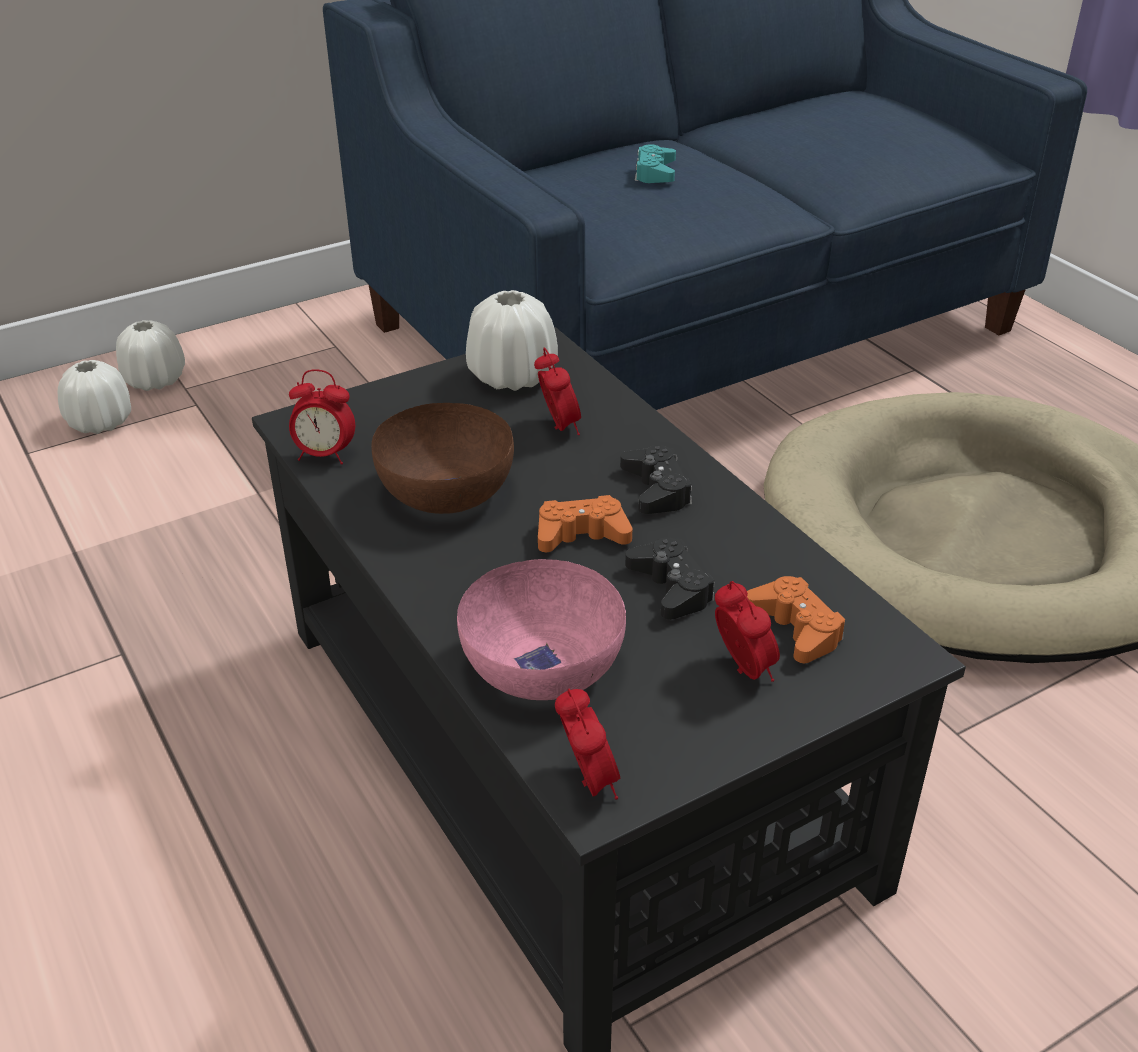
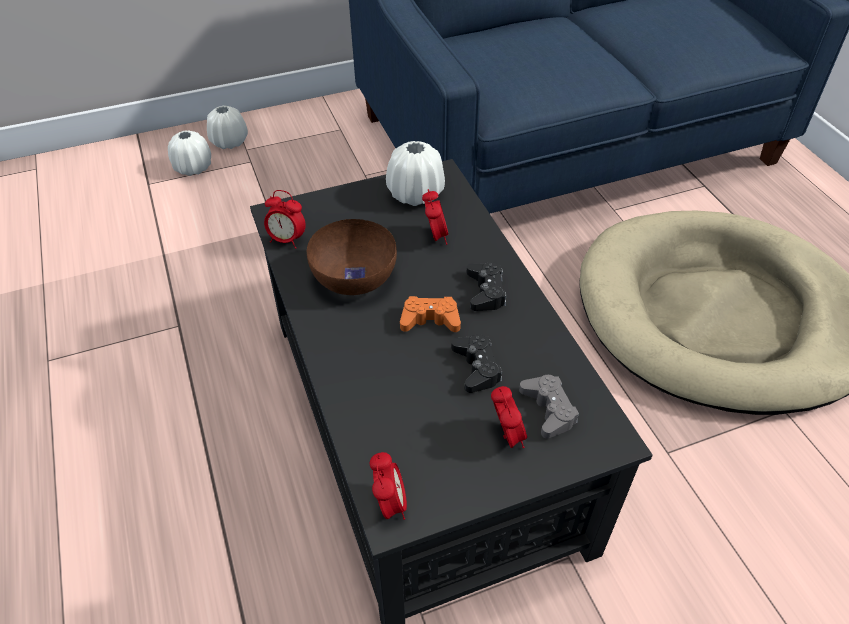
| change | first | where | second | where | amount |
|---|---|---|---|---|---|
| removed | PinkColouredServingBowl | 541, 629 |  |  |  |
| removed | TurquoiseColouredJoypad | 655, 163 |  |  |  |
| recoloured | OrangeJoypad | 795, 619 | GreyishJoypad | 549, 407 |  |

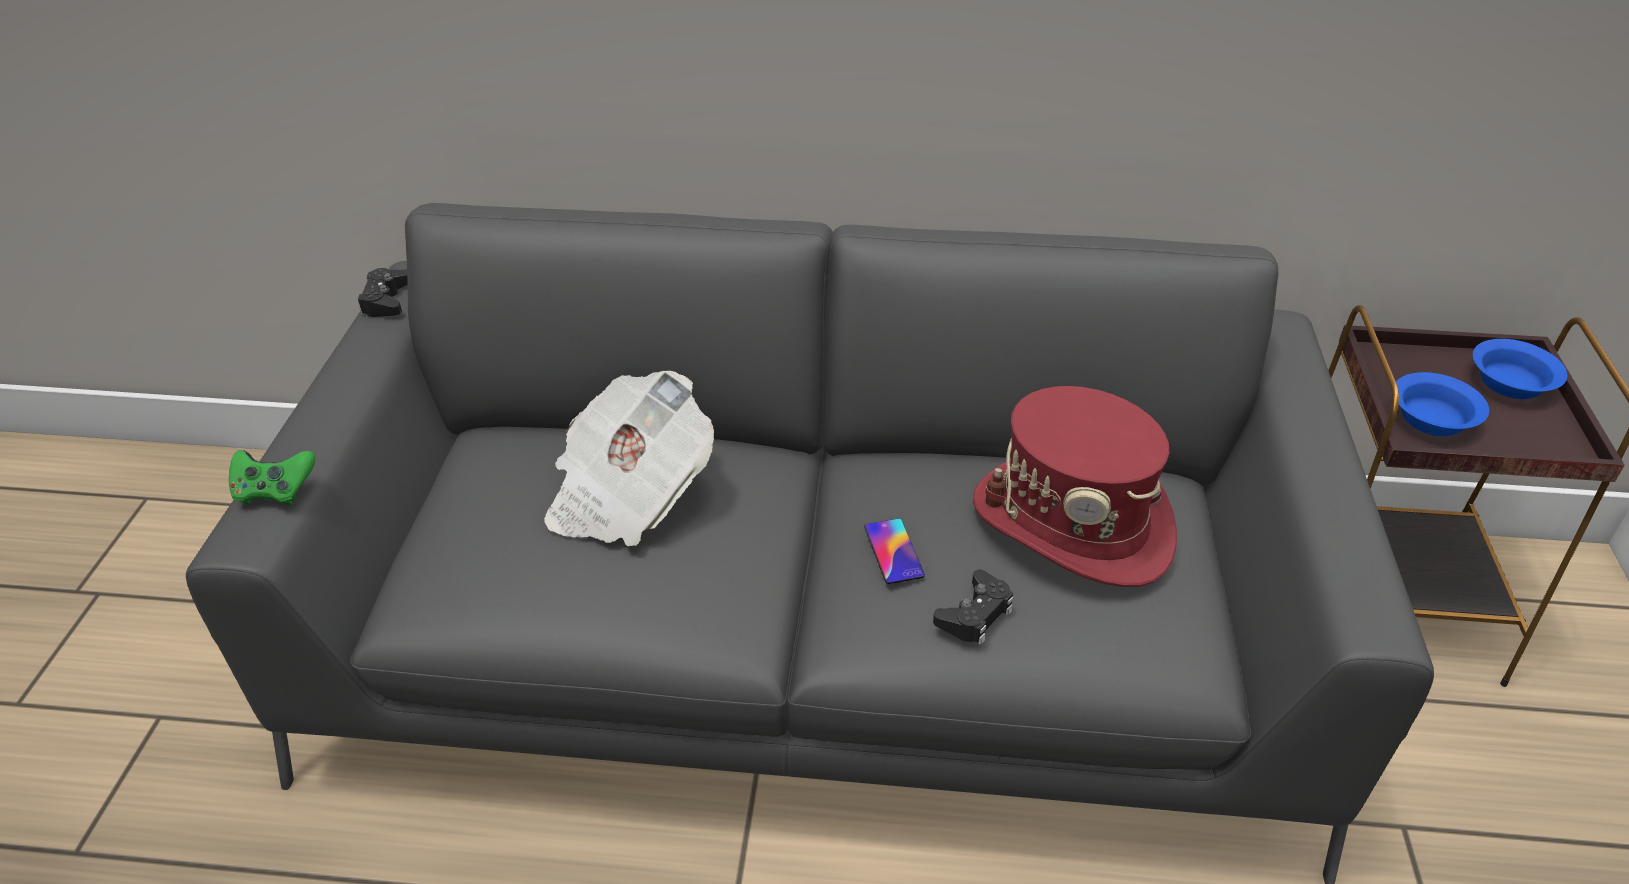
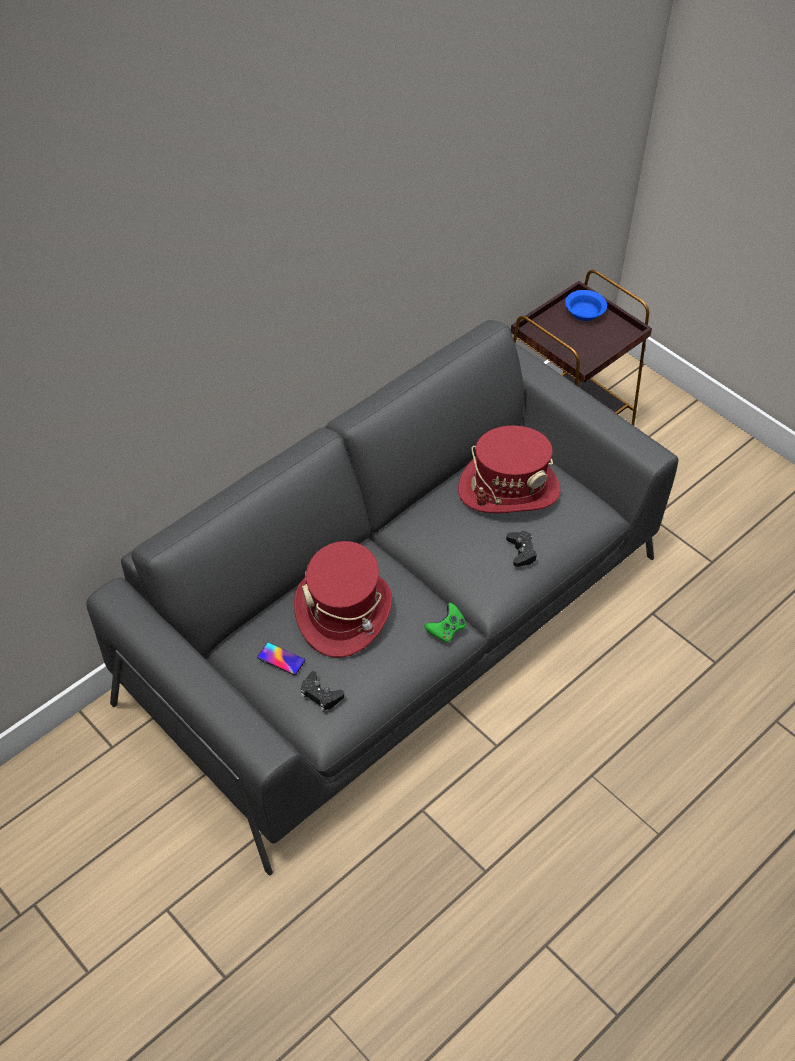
| change | first | where | second | where | amount |
|---|---|---|---|---|---|
| removed | BlueServingBowl | 1442, 404 |  |  |  |
| moved | GreenColouredJoypad | 272, 477 |  | 445, 622 |  |
| moved | BlackishJoypad | 383, 292 |  | 322, 691 |  |
| moved | Phone | 894, 551 |  | 281, 659 |  |
| replaced | DailyPaper | 629, 458 | RedColouredWearableHat | 343, 599 |  |

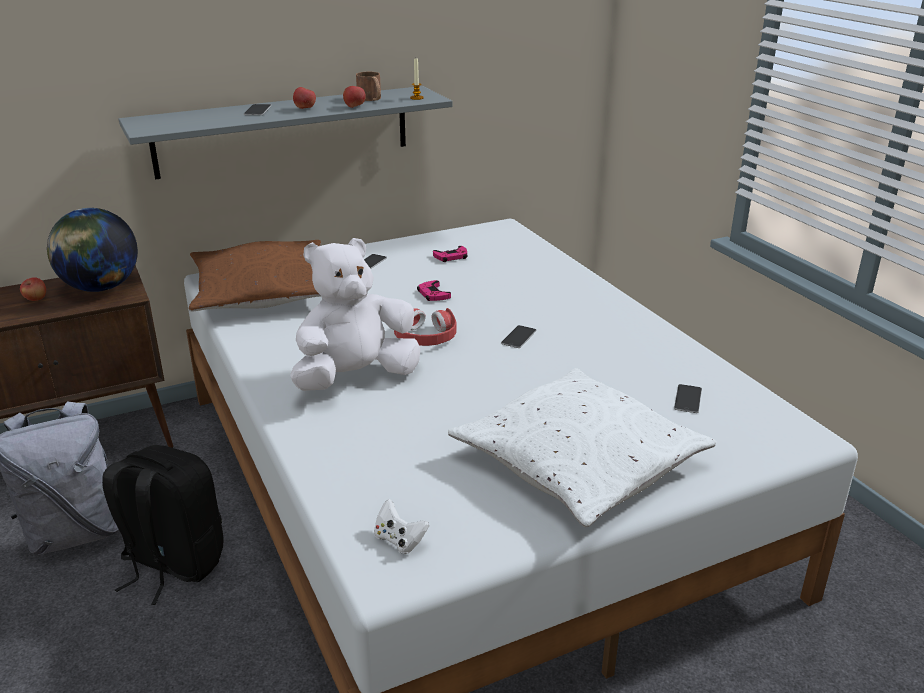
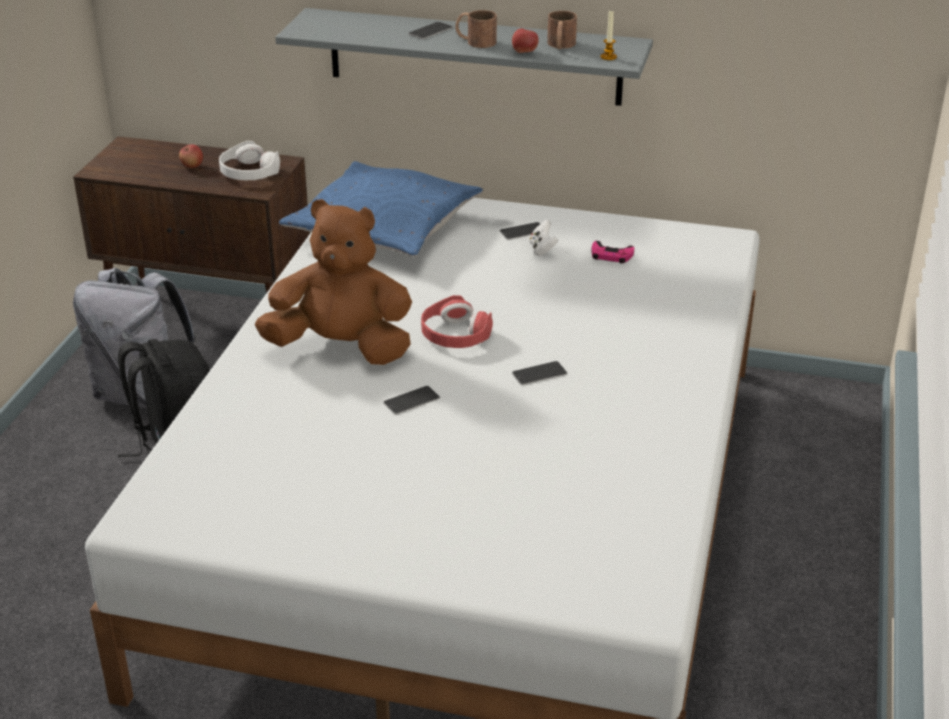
| change | first | where | second | where | amount |
|---|---|---|---|---|---|
| removed | PinkColouredJoypad | 434, 290 |  |  |  |
| removed | WhitishCushion | 582, 447 |  |  |  |
| moved | WhitishJoypad | 401, 526 |  | 543, 238 |  |
| moved | Phone | 688, 398 |  | 411, 400 |  |
| replaced | Globe | 92, 250 | WhitishHeadset | 249, 160 |  |
| replaced | WholeApple | 304, 98 | BrownishMug | 476, 29 |  |
| recoloured | BrownishCushion | 255, 276 | BlueCushion | 381, 209 |  |
| recoloured | WhitishSoftToy | 355, 314 | BrownishSoftToy | 333, 282 |  |

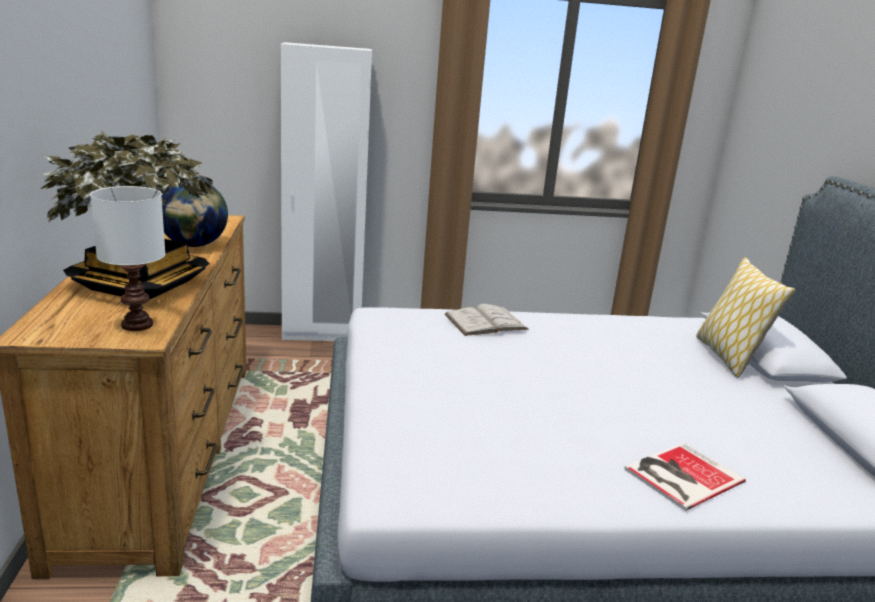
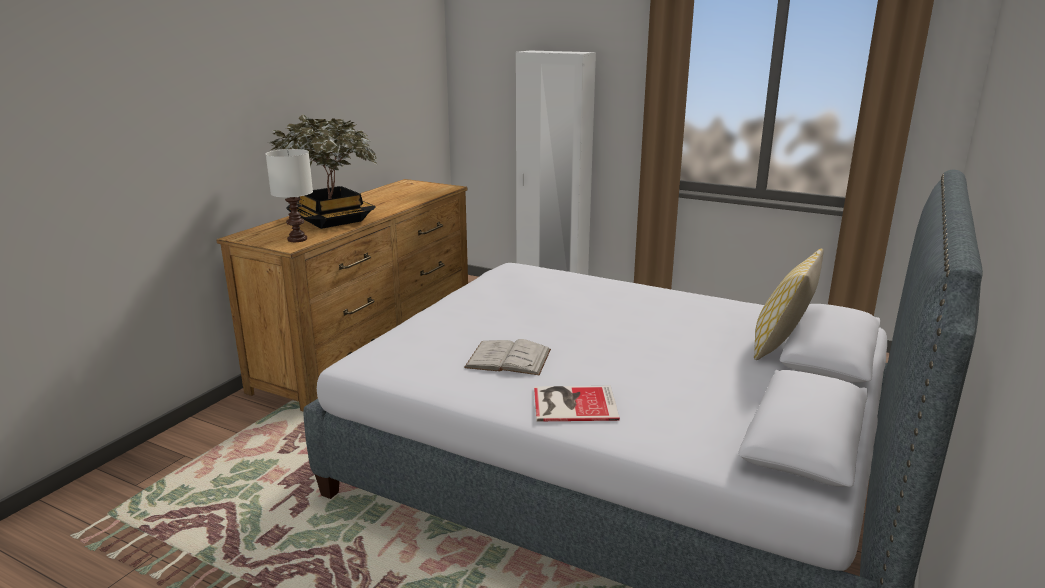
| change | first | where | second | where | amount |
|---|---|---|---|---|---|
| removed | Globe | 195, 216 |  |  |  |
| moved | WhitishBook | 487, 320 |  | 507, 357 |  |

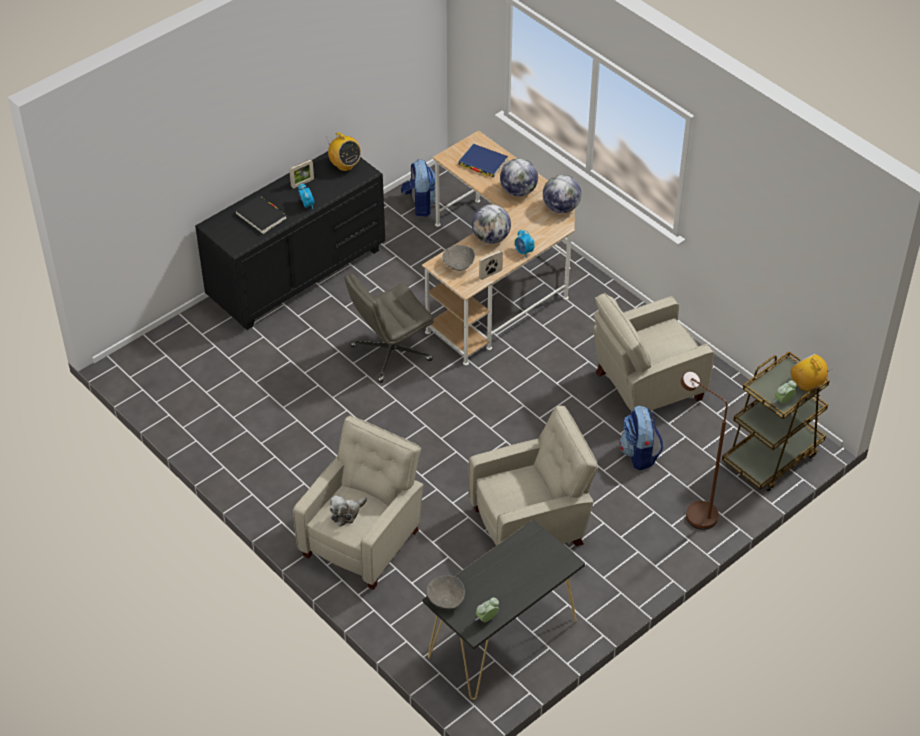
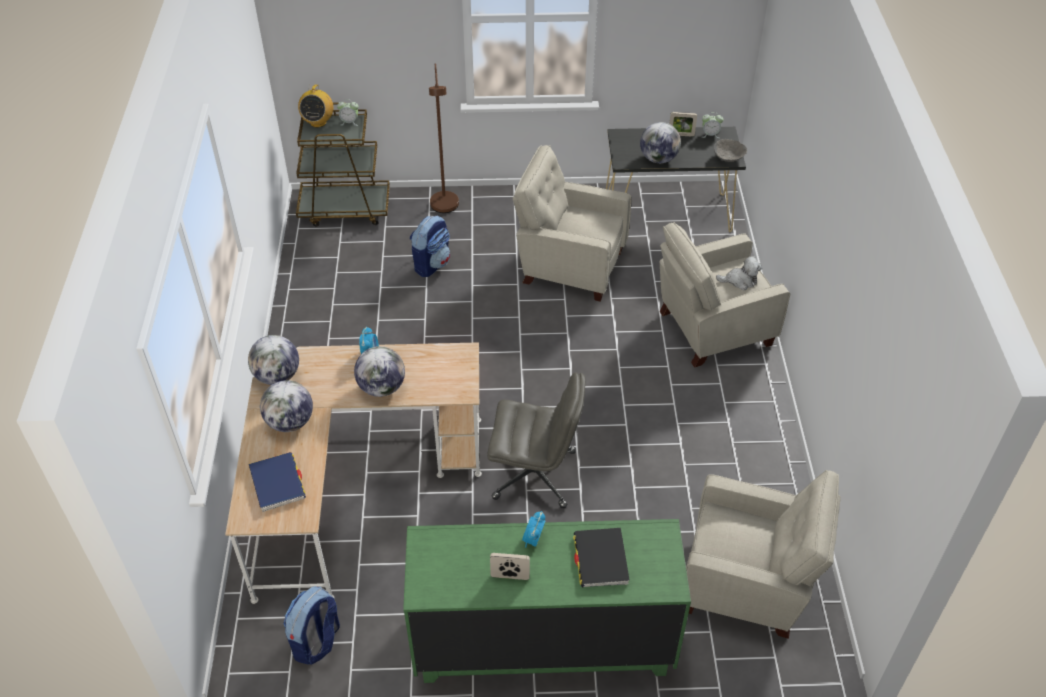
| change | first | where | second | where | amount |
|---|---|---|---|---|---|
| removed | RadioReceiver | 344, 151 |  |  |  |
| removed | GreyishServingBowl | 458, 258 |  |  |  |
| added |  |  | Globe | 660, 142 |  |
| moved | StandingFrame | 491, 265 |  | 683, 124 |  |
| moved | BeigeColouredEasyChair | 653, 352 |  | 763, 554 |  |
| recoloured | BlackishChestOfDrawers | 290, 240 | GreenColouredChestOfDrawers | 547, 601 |  |

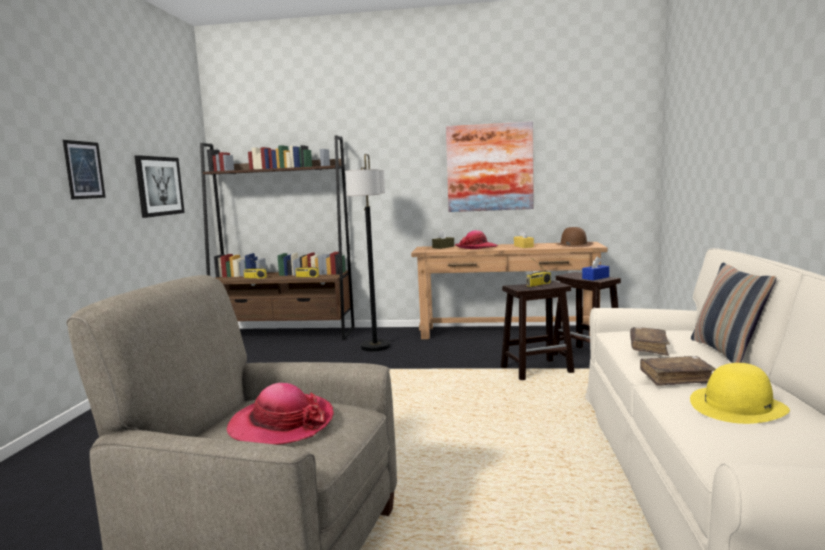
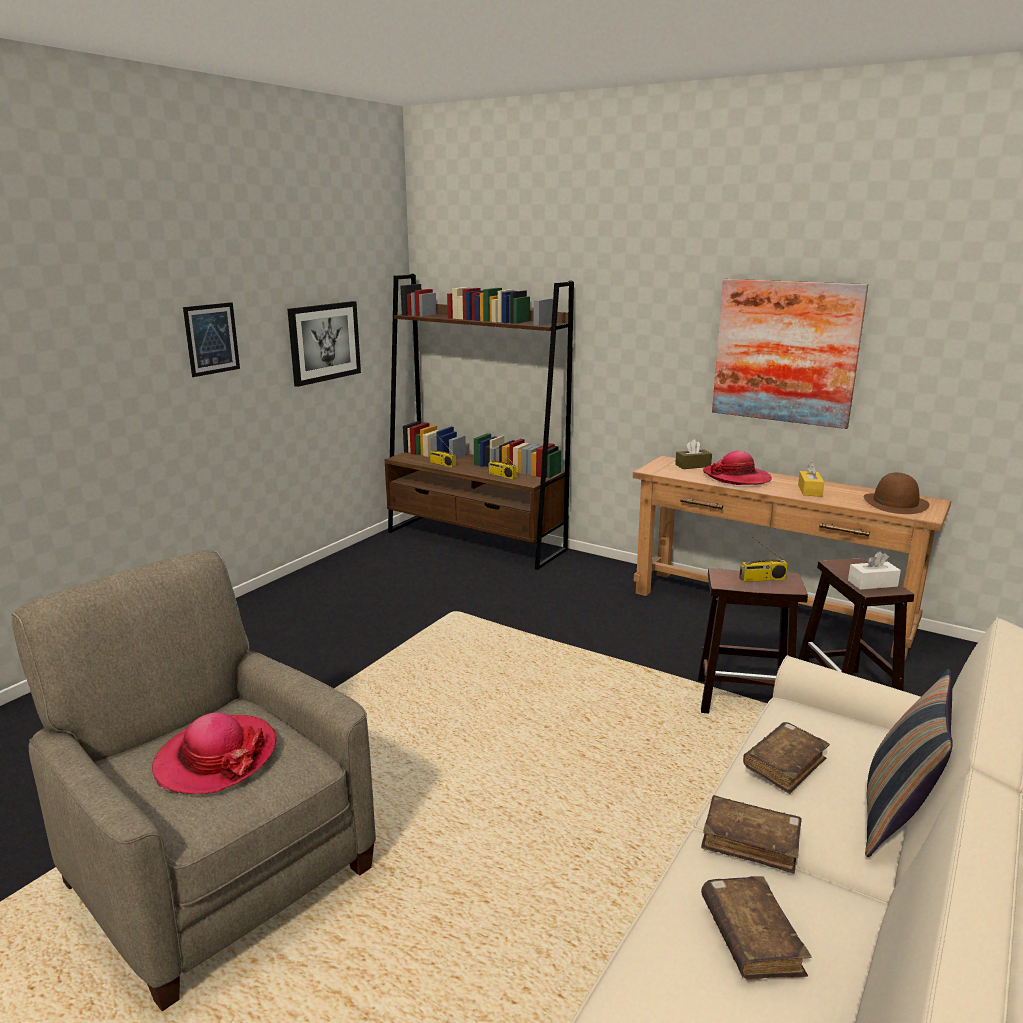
| change | first | where | second | where | amount |
|---|---|---|---|---|---|
| removed | FloorLamp | 368, 252 |  |  |  |
| replaced | YellowColouredWearableHat | 740, 393 | BrownishBook | 756, 928 |  |
| recoloured | BlueTissueBox | 595, 268 | WhitishTissueBox | 874, 570 |  |

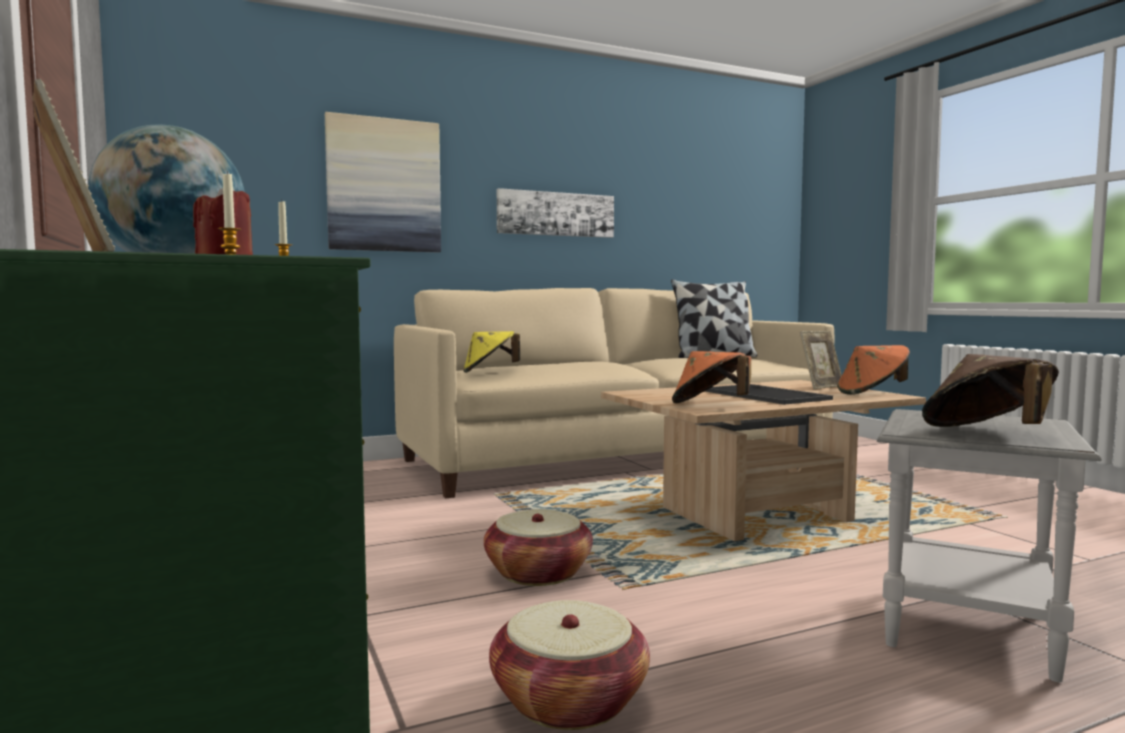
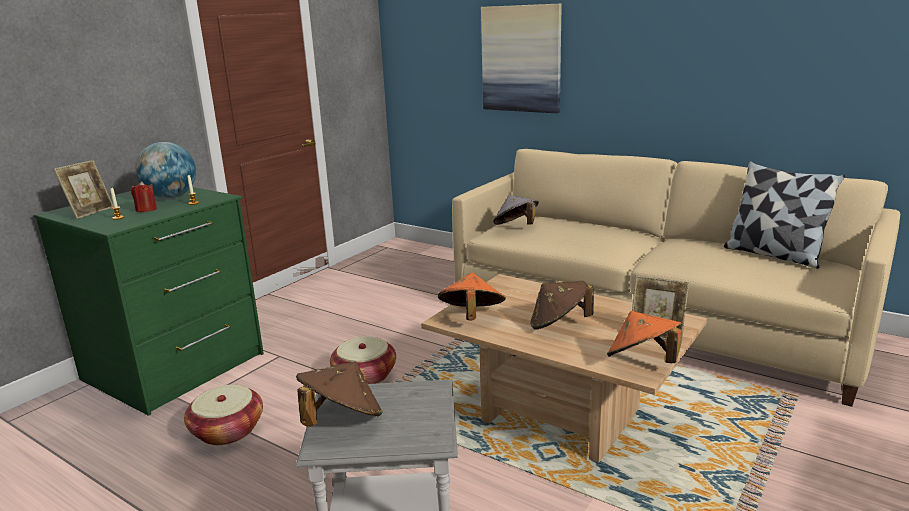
| change | first | where | second | where | amount |
|---|---|---|---|---|---|
| removed | WallArt | 555, 213 |  |  |  |
| replaced | CarryingTray | 769, 394 | BrownishWearableHat | 562, 305 |  |
| recoloured | YellowColouredWearableHat | 491, 352 | GreyishWearableHat | 516, 210 |  |

